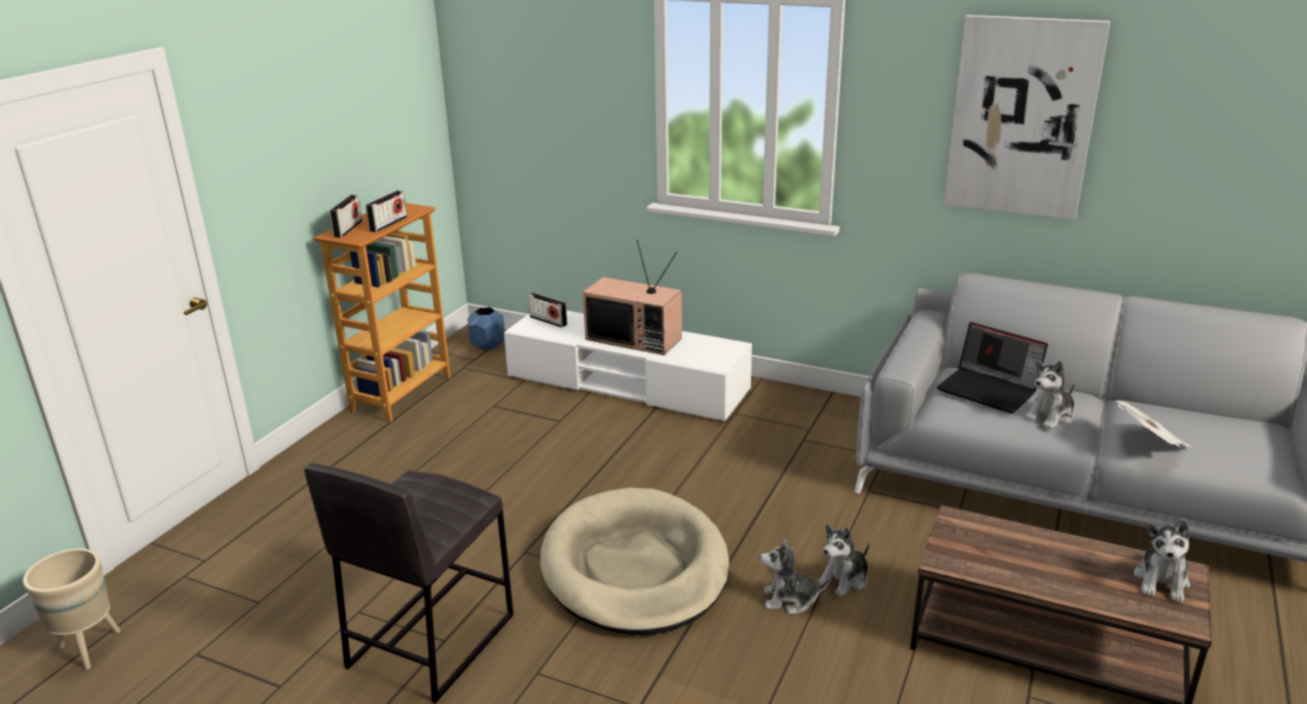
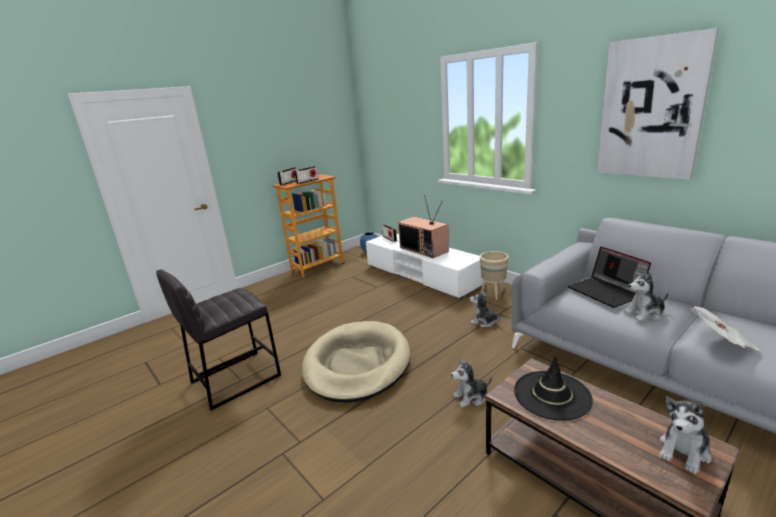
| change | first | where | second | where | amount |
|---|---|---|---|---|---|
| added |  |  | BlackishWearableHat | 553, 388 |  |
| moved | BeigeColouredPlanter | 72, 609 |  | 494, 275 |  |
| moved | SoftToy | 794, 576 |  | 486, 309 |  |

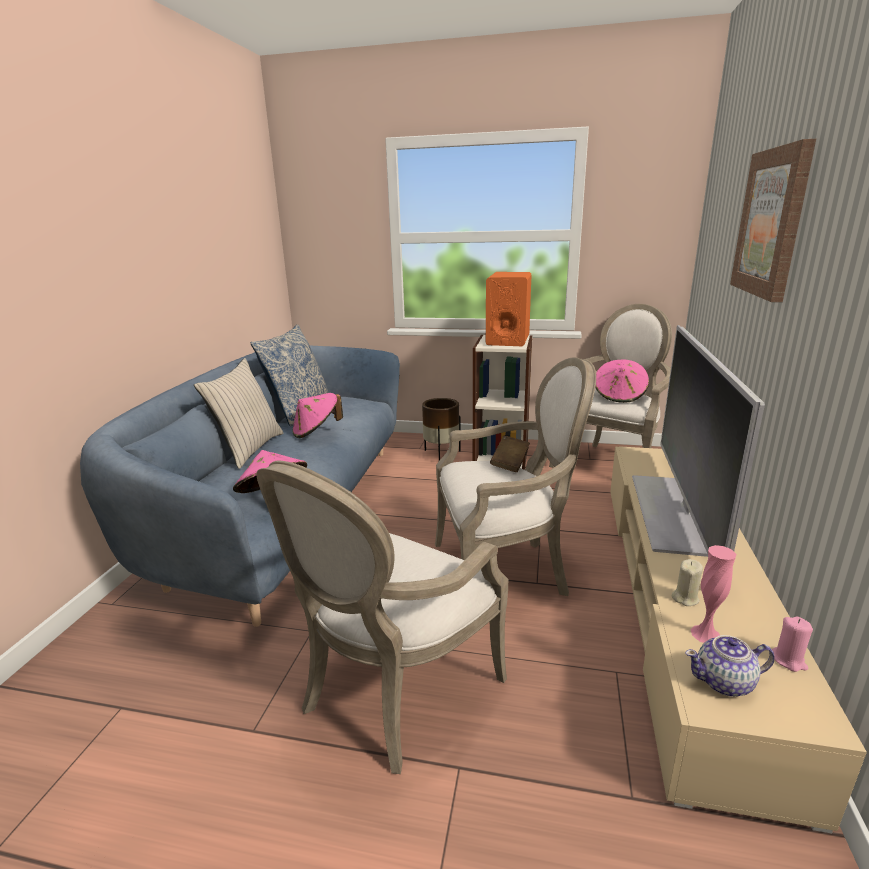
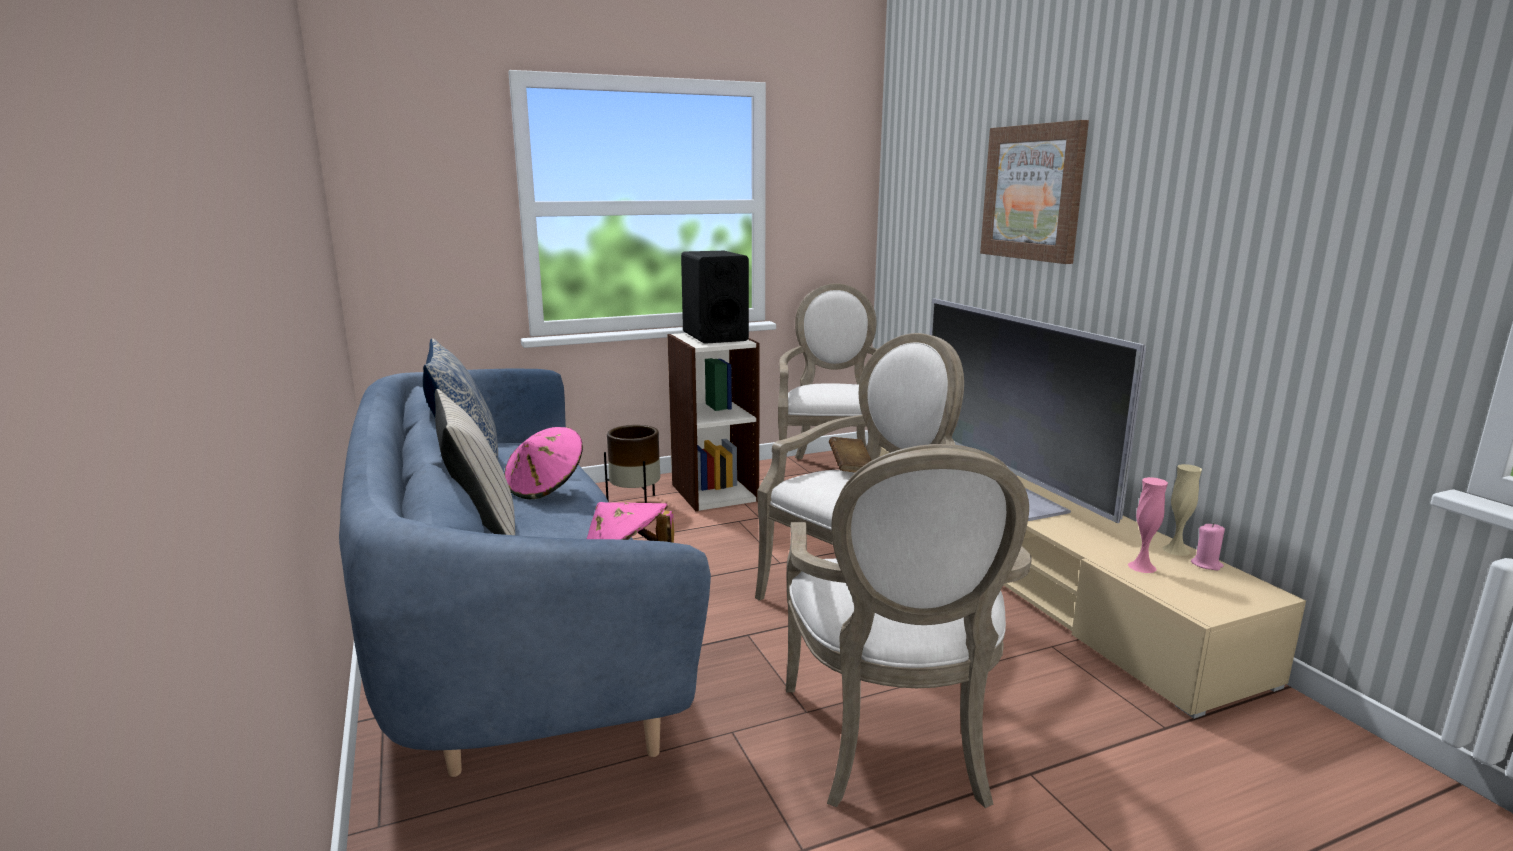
| change | first | where | second | where | amount |
|---|---|---|---|---|---|
| removed | PinkColouredWearableHat | 622, 381 |  |  |  |
| removed | BeigeColouredWaxCandle | 687, 582 |  |  |  |
| removed | PotForTea | 729, 666 |  |  |  |
| added |  |  | BeigeColouredDecorativeVase | 1182, 510 |  |
| recoloured | OrangeLoudspeaker | 509, 309 | BlackishLoudspeaker | 715, 297 |  |

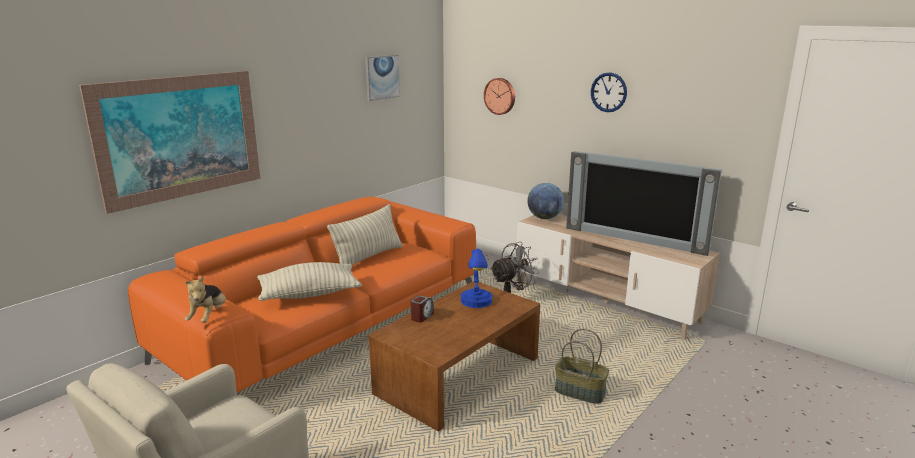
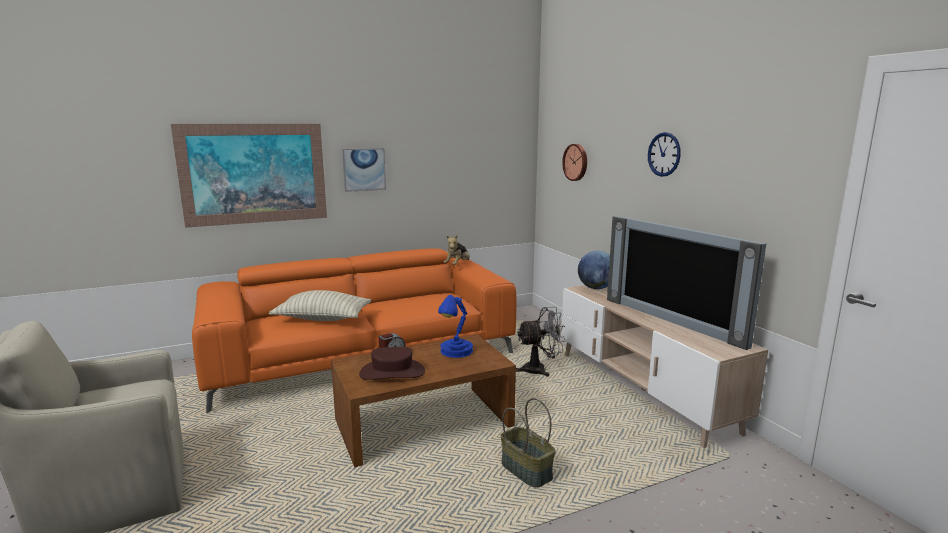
| change | first | where | second | where | amount |
|---|---|---|---|---|---|
| removed | Cushion | 365, 234 |  |  |  |
| added |  |  | BrownishWearableHat | 392, 363 |  |
| moved | SoftToy | 205, 299 |  | 456, 249 |  |
| moved | WallArt | 382, 78 |  | 364, 170 |  |

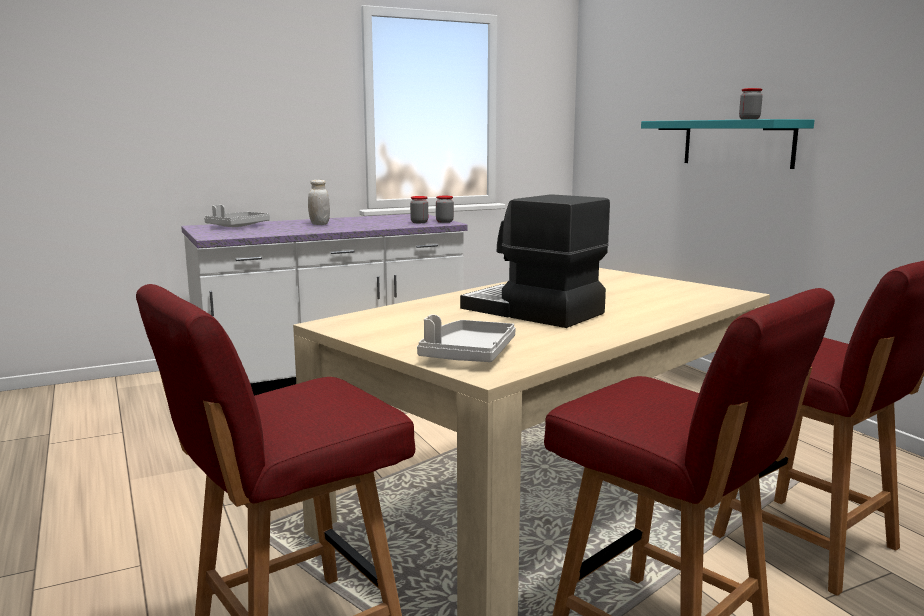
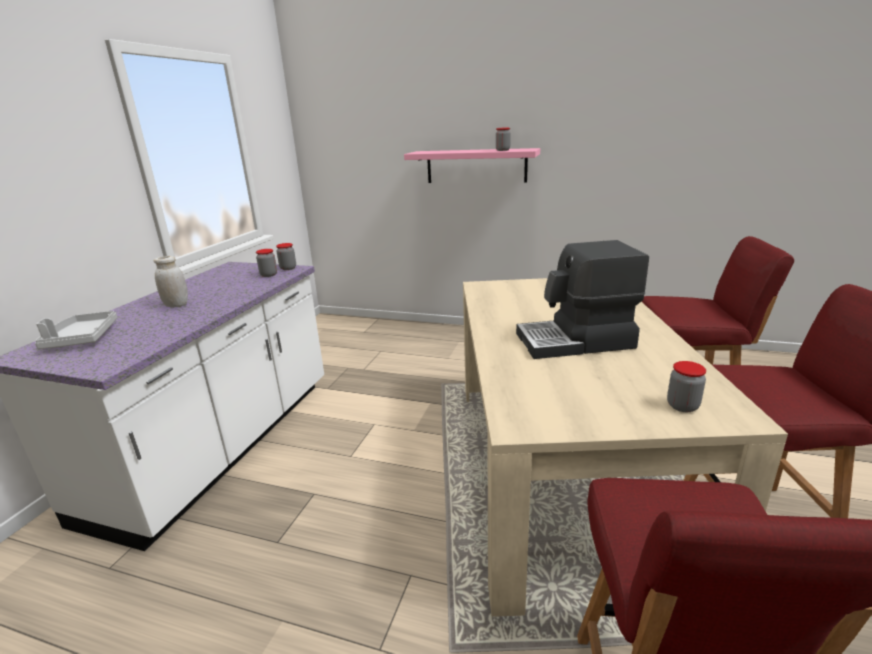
| change | first | where | second | where | amount |
|---|---|---|---|---|---|
| replaced | GreyishCarryingTray | 466, 338 | StorageJar | 686, 386 |  |
| recoloured | TurquoiseColouredBracketShelf | 727, 144 | PinkColouredBracketShelf | 472, 165 |  |

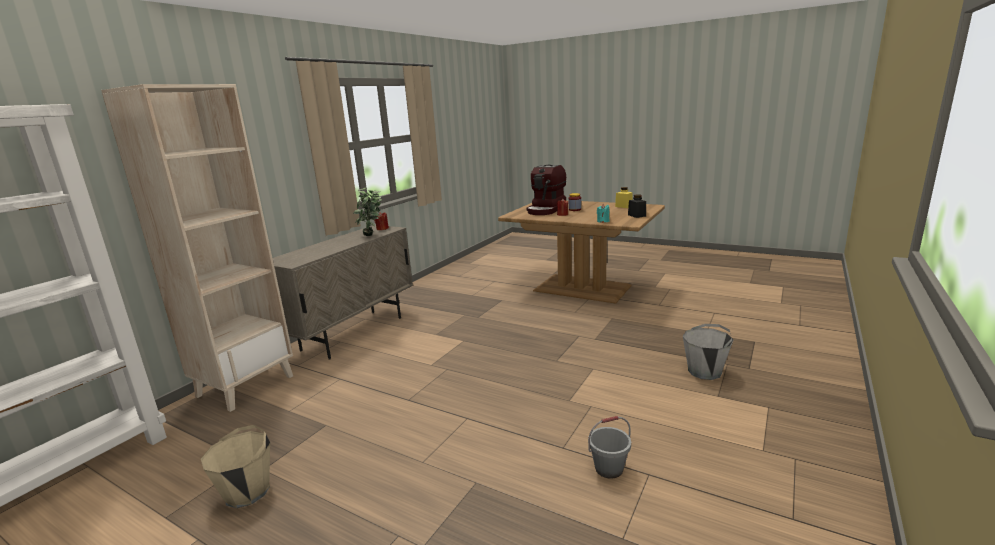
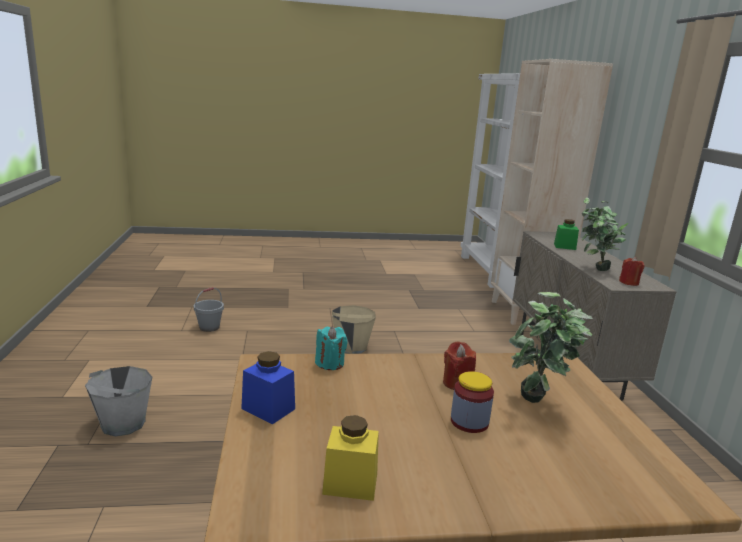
| change | first | where | second | where | amount |
|---|---|---|---|---|---|
| added |  |  | GreenColouredStorageJar | 566, 234 |  |
| moved | BeigeColouredBucket | 235, 466 |  | 354, 329 |  |
| replaced | CoffeeMaker | 546, 190 | PottedPlant | 551, 347 |  |
| recoloured | BlackishStorageJar | 637, 206 | BlueStorageJar | 268, 387 |  |

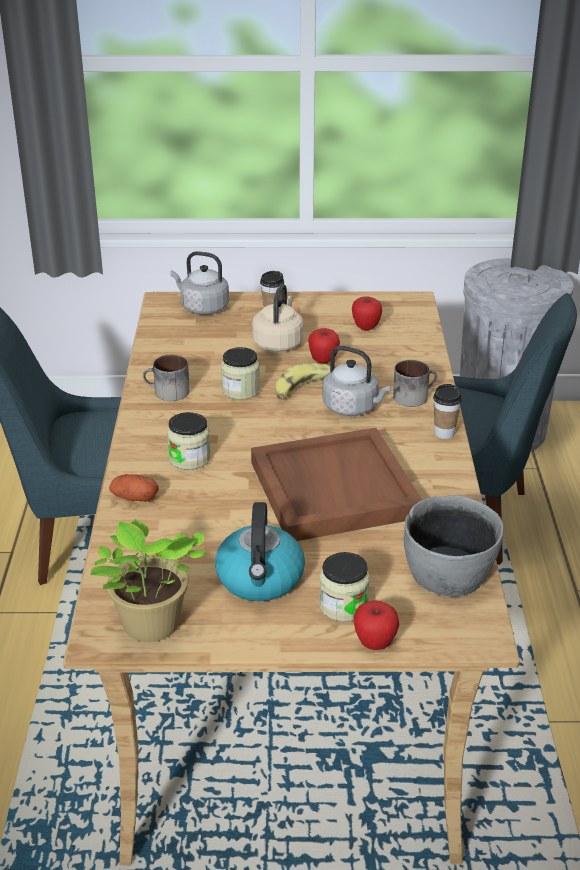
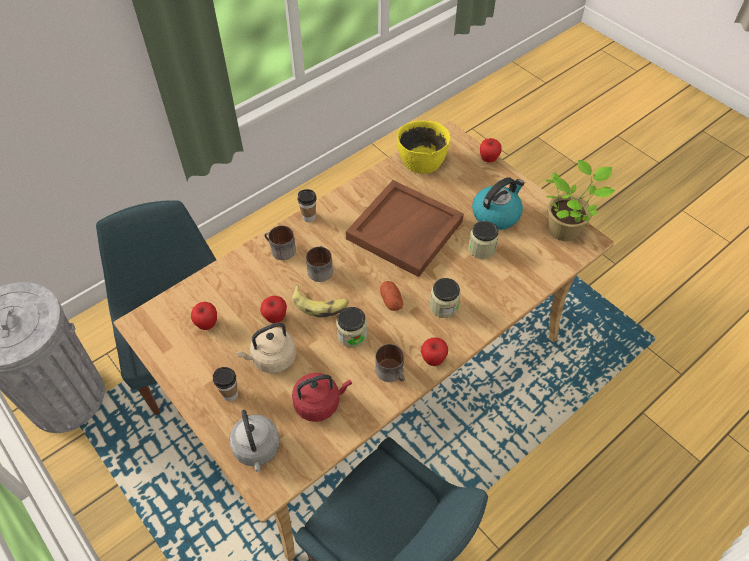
| change | first | where | second | where | amount |
|---|---|---|---|---|---|
| added |  |  | RedColouredTeaKettle | 322, 397 |  |
| added |  |  | WholeApple | 434, 351 |  |
| moved | Potato | 134, 488 |  | 391, 296 |  |
| moved | StorageJar | 344, 587 |  | 483, 240 |  |
| replaced | GreyishTeaKettle | 356, 381 | Mug | 319, 264 |  |
| recoloured | GreyishServingBowl | 453, 546 | YellowColouredServingBowl | 424, 147 |  |

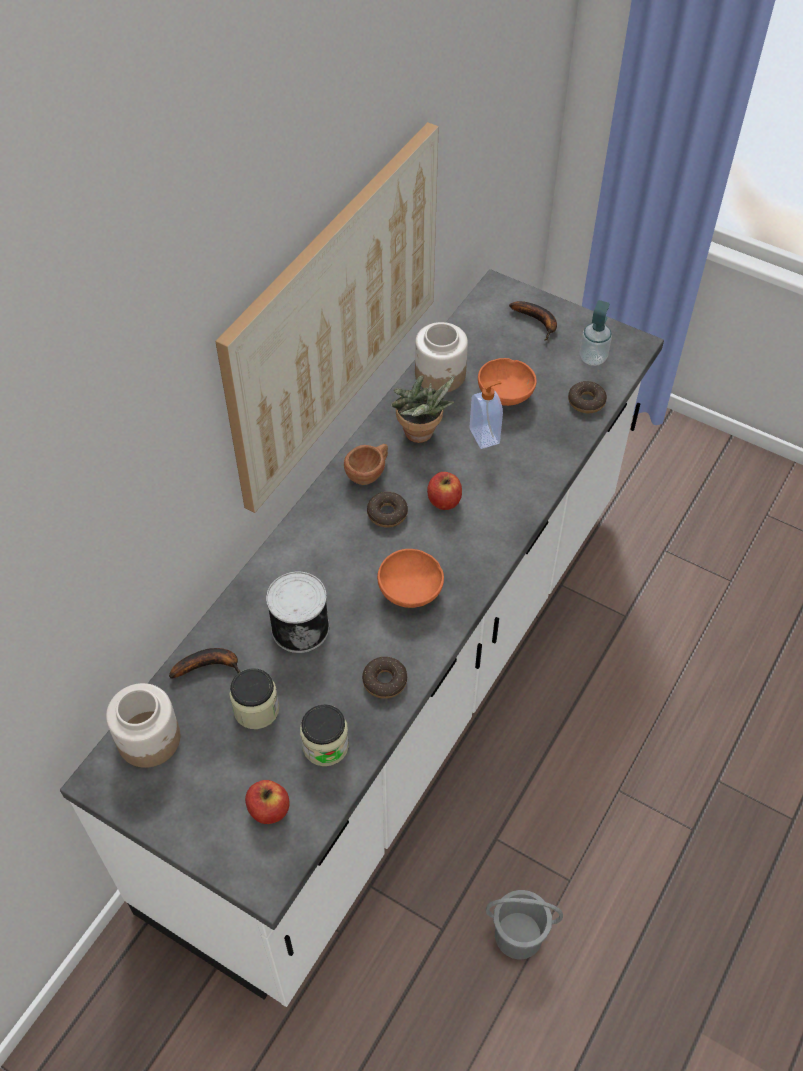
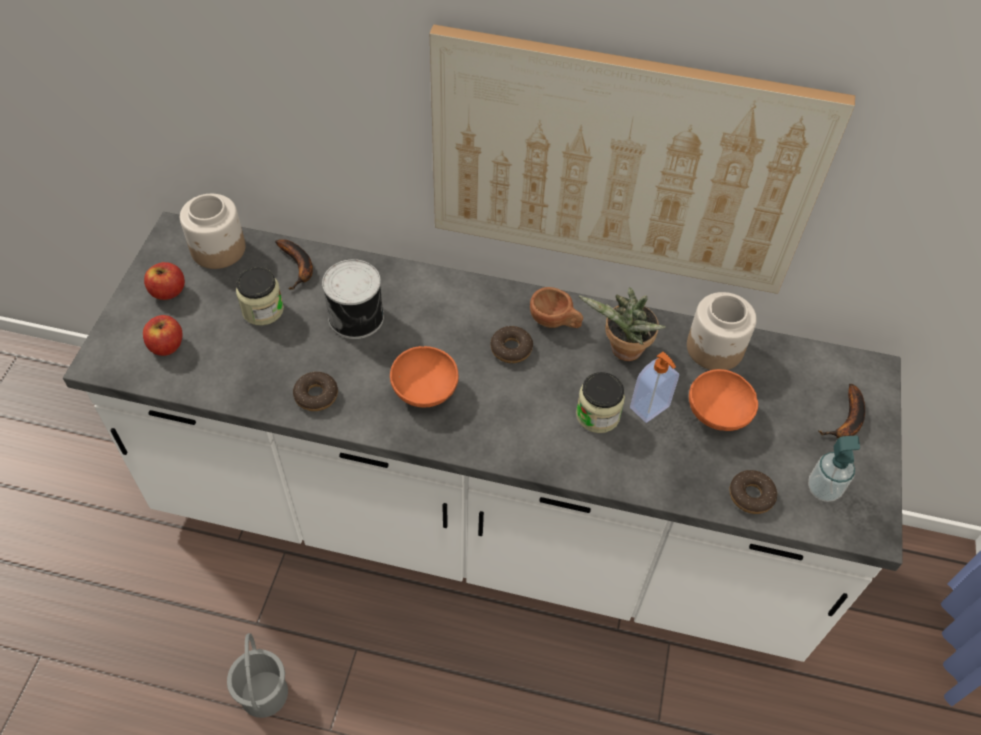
| change | first | where | second | where | amount |
|---|---|---|---|---|---|
| moved | StorageJar | 324, 735 |  | 600, 402 |  |
| moved | WholeApple | 444, 491 |  | 164, 281 |  |

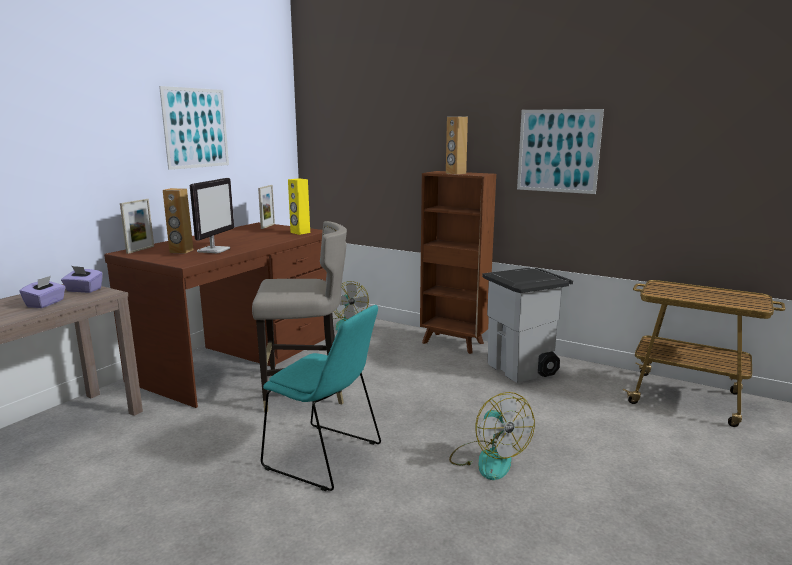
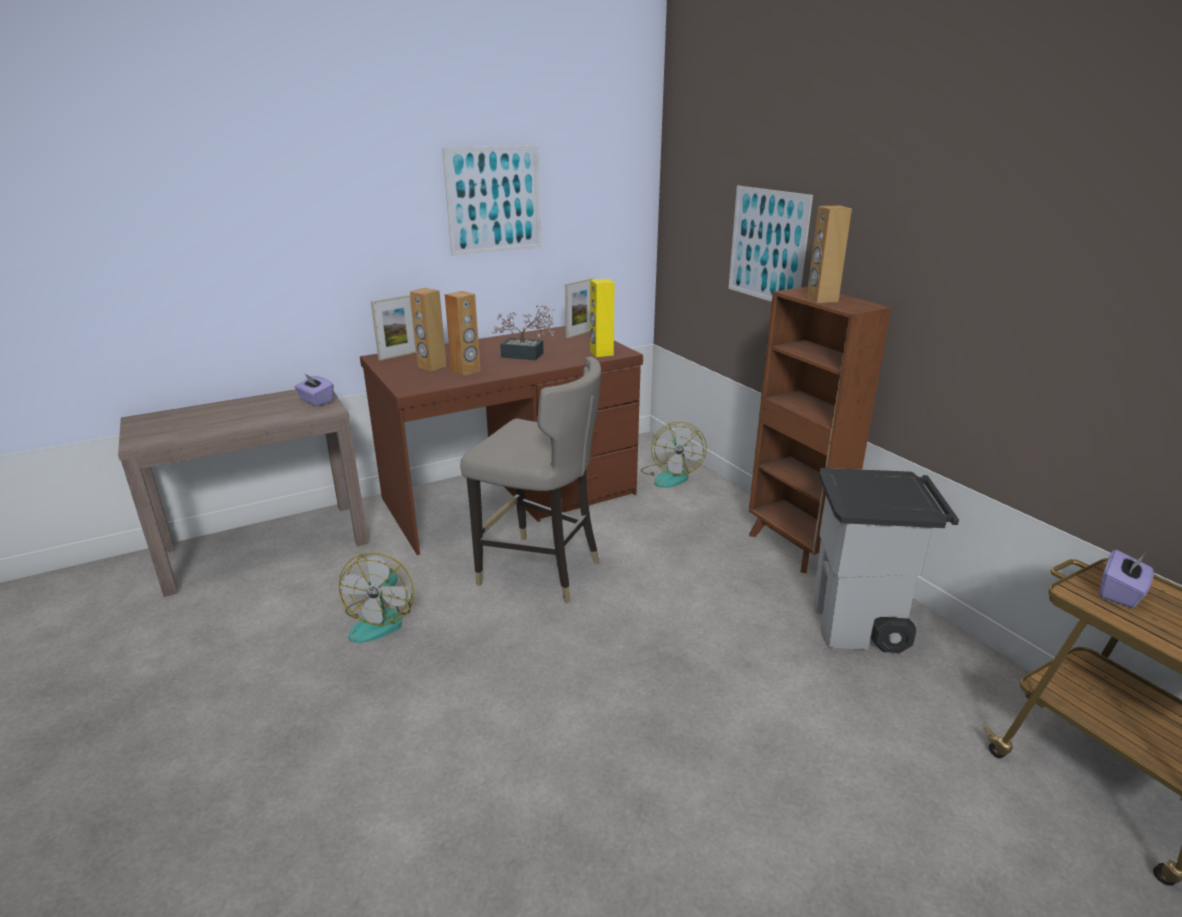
| change | first | where | second | where | amount |
|---|---|---|---|---|---|
| removed | TurquoiseColouredPlainChair | 321, 398 |  |  |  |
| added |  |  | PottedPlant | 523, 332 |  |
| moved | PurpleColouredTissueBox | 42, 292 |  | 1127, 579 |  |
| moved | CoolingFan | 492, 436 |  | 376, 598 |  |
| moved | WallArt | 560, 151 |  | 770, 244 |  |
| replaced | Monitor | 212, 215 | BrownishLoudspeaker | 462, 333 |  |

